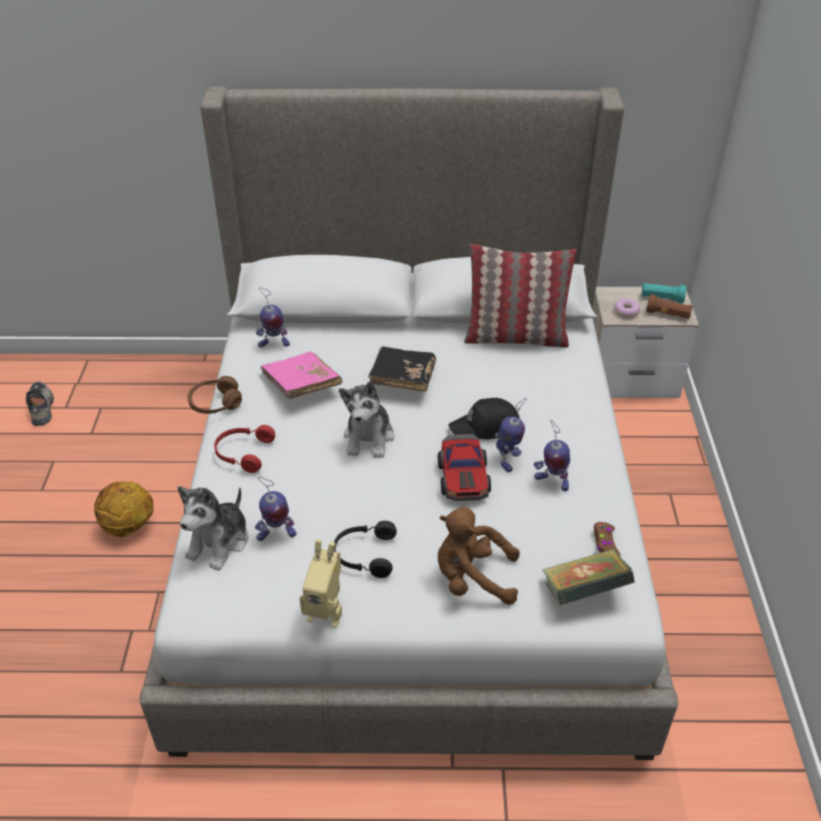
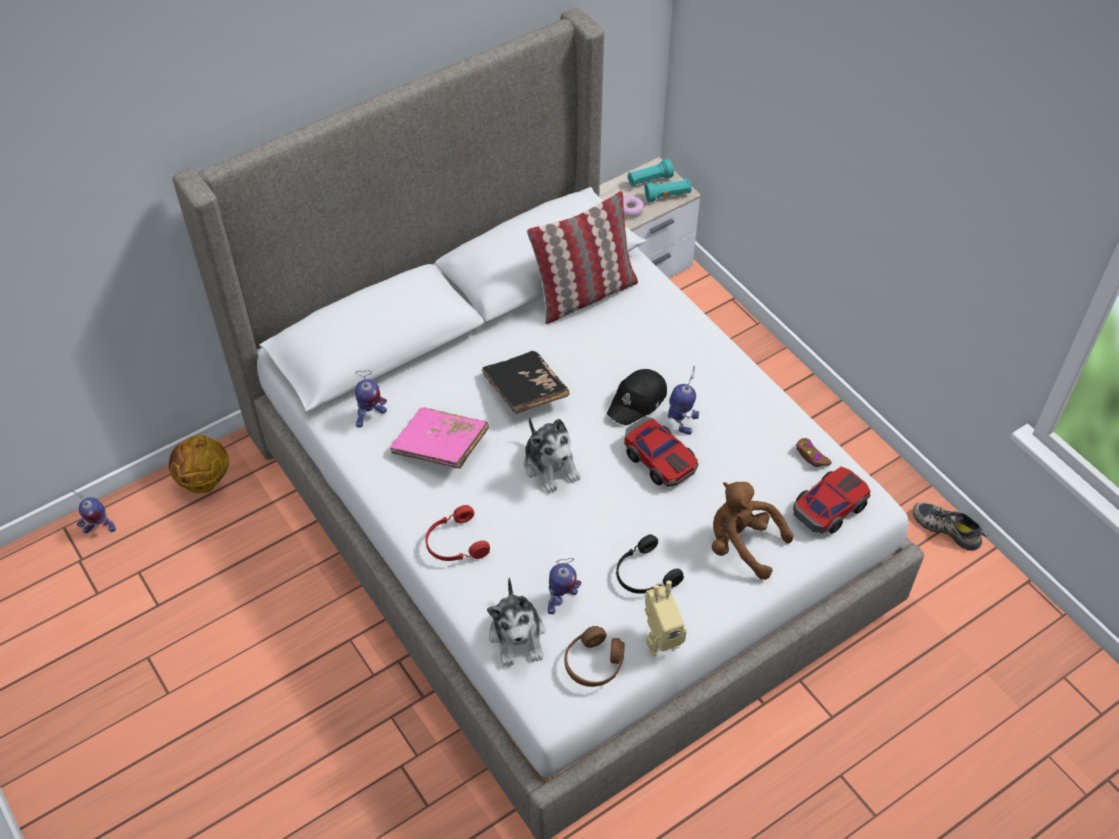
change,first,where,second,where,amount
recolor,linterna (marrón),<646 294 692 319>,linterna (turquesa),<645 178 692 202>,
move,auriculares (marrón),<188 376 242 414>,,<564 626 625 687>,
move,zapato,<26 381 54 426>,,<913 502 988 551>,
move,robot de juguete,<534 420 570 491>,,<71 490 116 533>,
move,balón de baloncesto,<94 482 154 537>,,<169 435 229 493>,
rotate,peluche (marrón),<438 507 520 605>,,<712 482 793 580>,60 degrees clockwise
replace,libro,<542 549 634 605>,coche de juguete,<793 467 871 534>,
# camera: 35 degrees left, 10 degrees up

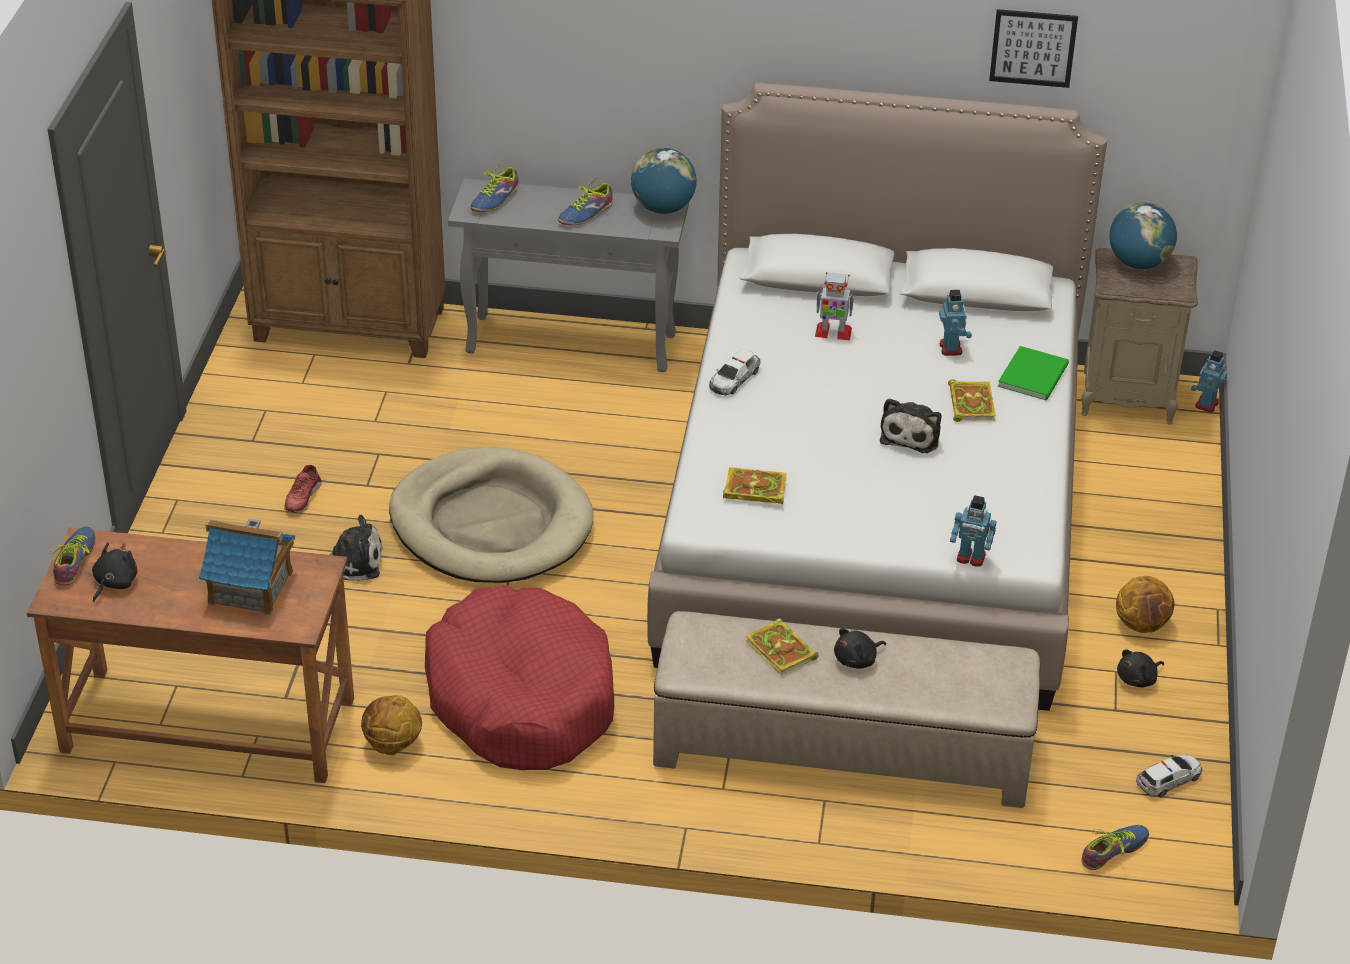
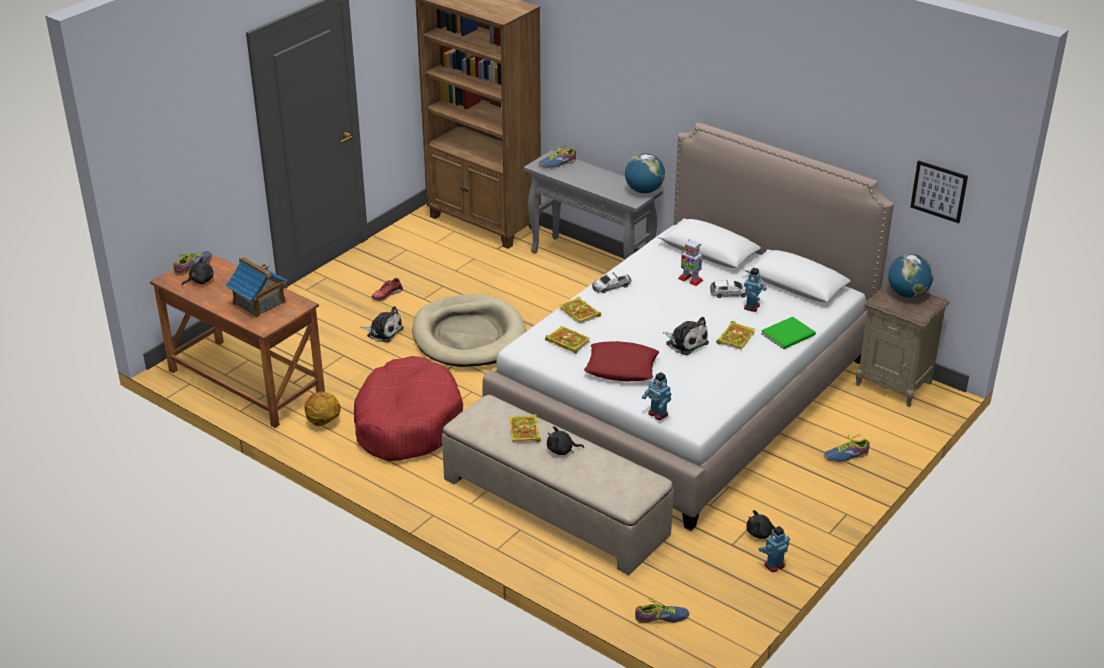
change,first,where,second,where,amount
move,cuadro,<989 9 1078 88>,,<910 160 968 223>,
move,zapato,<558 177 613 226>,,<824 434 870 462>,
move,robot de juguete,<1191 350 1227 413>,,<759 526 790 572>,
rotate,peluche,<880 398 941 453>,,<663 317 709 355>,90 degrees counterclockwise
delete,balón de baloncesto,<1116 576 1175 633>,,,
move,coche de juguete,<1136 754 1202 797>,,<710 280 747 298>,
insert,,,libro,<559 297 601 324>,
insert,,,cojín (rojo),<584 341 659 382>,
# camera: 30 degrees right, 5 degrees down

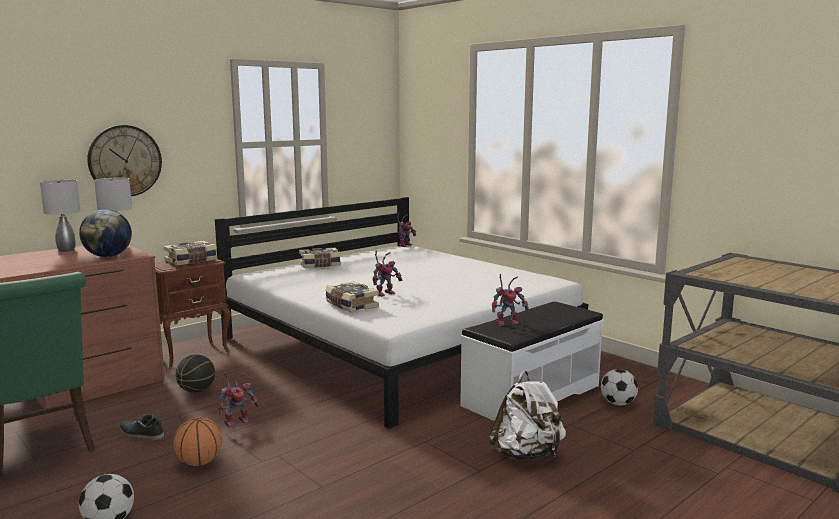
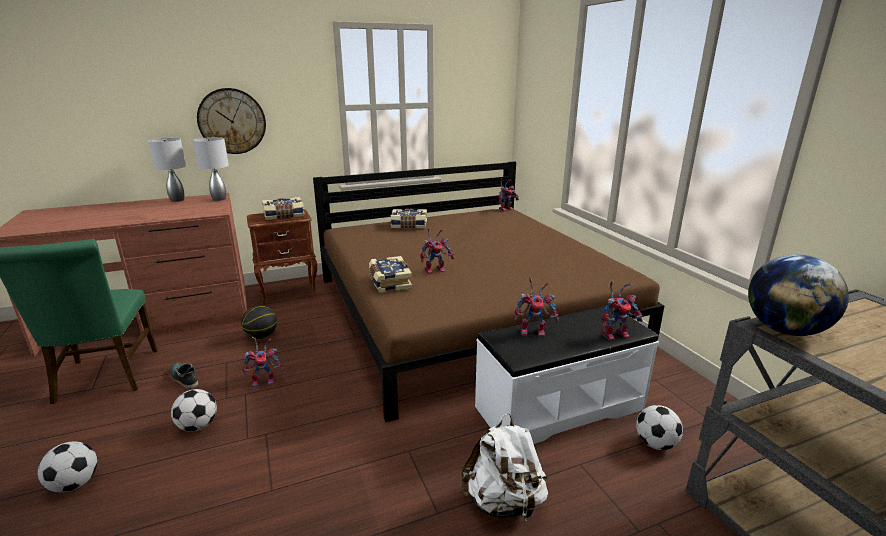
change,first,where,second,where,amount
recolor,cama (blanco),<215 197 588 429>,cama (marrón),<313 161 665 423>,
move,globo terráqueo,<79 210 132 257>,,<748 254 849 336>,
replace,balón de baloncesto,<173 417 222 466>,balón de fútbol,<171 389 217 431>,
insert,,,robot de juguete,<601 281 643 341>,
# camera: 20 degrees right, 10 degrees up

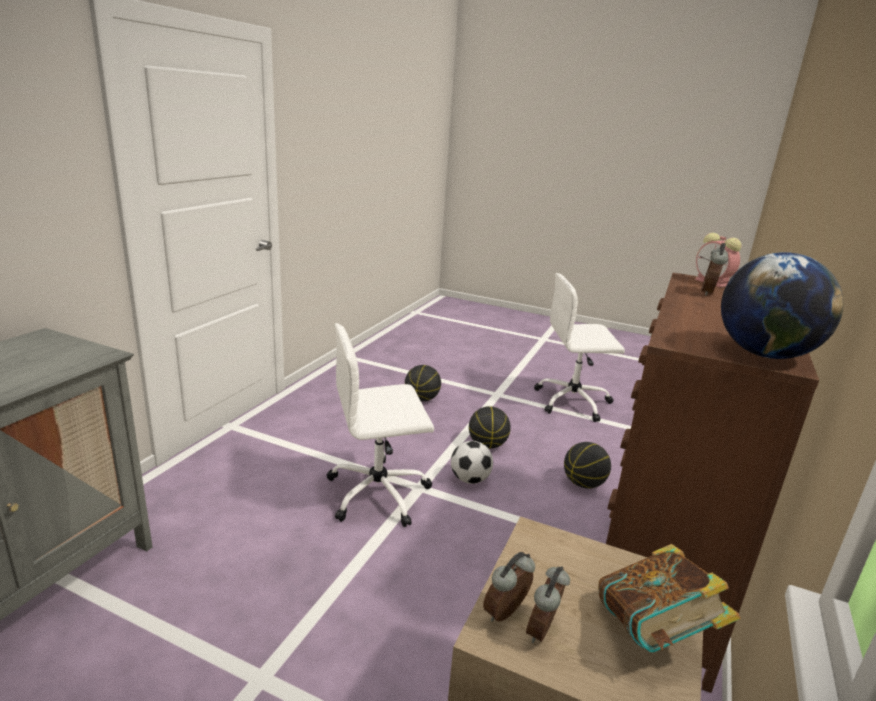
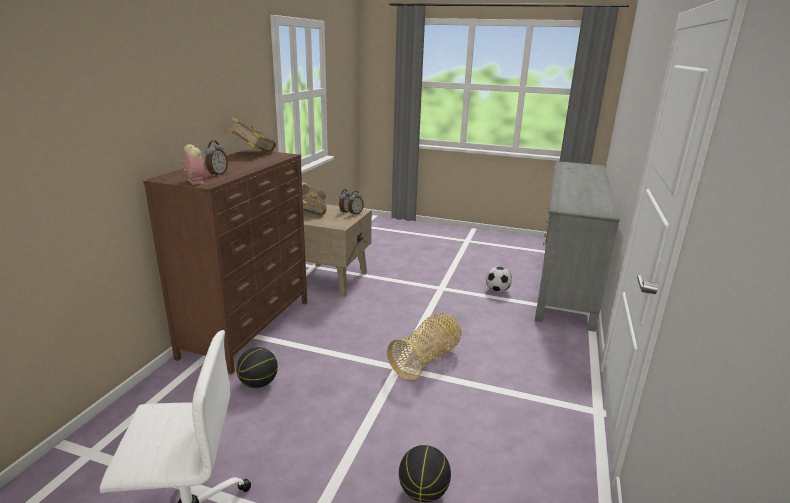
change,first,where,second,where,amount
replace,globo terráqueo,<721 252 843 359>,libro,<226 117 276 153>,
replace,silla de oficina (blanco),<327 323 434 527>,cesta,<387 313 461 380>,
delete,balón de baloncesto,<469 406 511 448>,,,
move,balón de fútbol,<451 441 493 484>,,<486 267 512 292>,
# camera: 175 degrees right, 0 degrees up

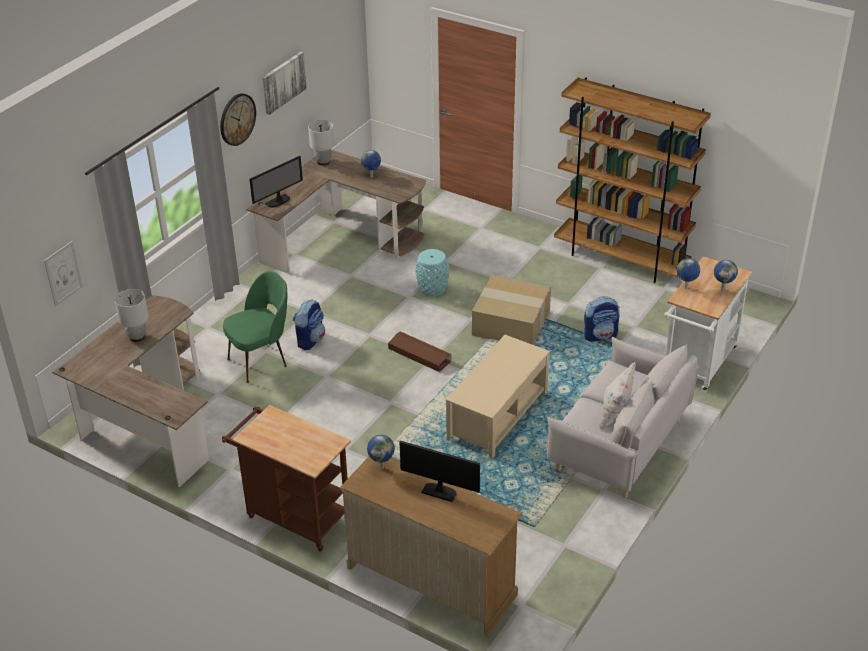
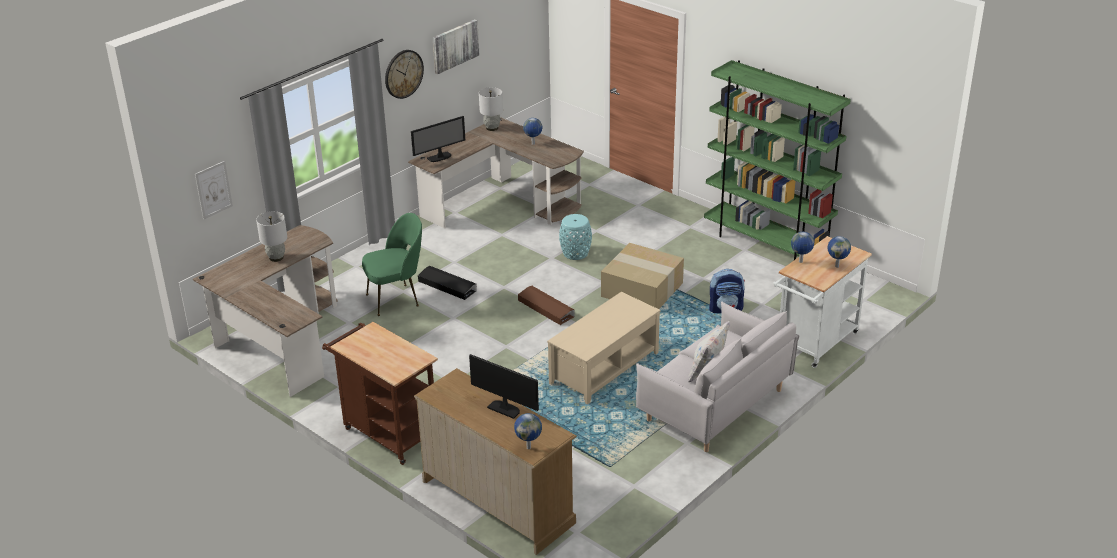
change,first,where,second,where,amount
recolor,estantería (marrón),<554 78 711 283>,estantería (verde),<704 60 851 260>,
replace,mochila,<293 299 325 350>,caja de almacenaje (negro),<418 266 477 300>,
move,globo terráqueo,<367 435 395 469>,,<514 413 542 449>,
# camera: 10 degrees right, 5 degrees down

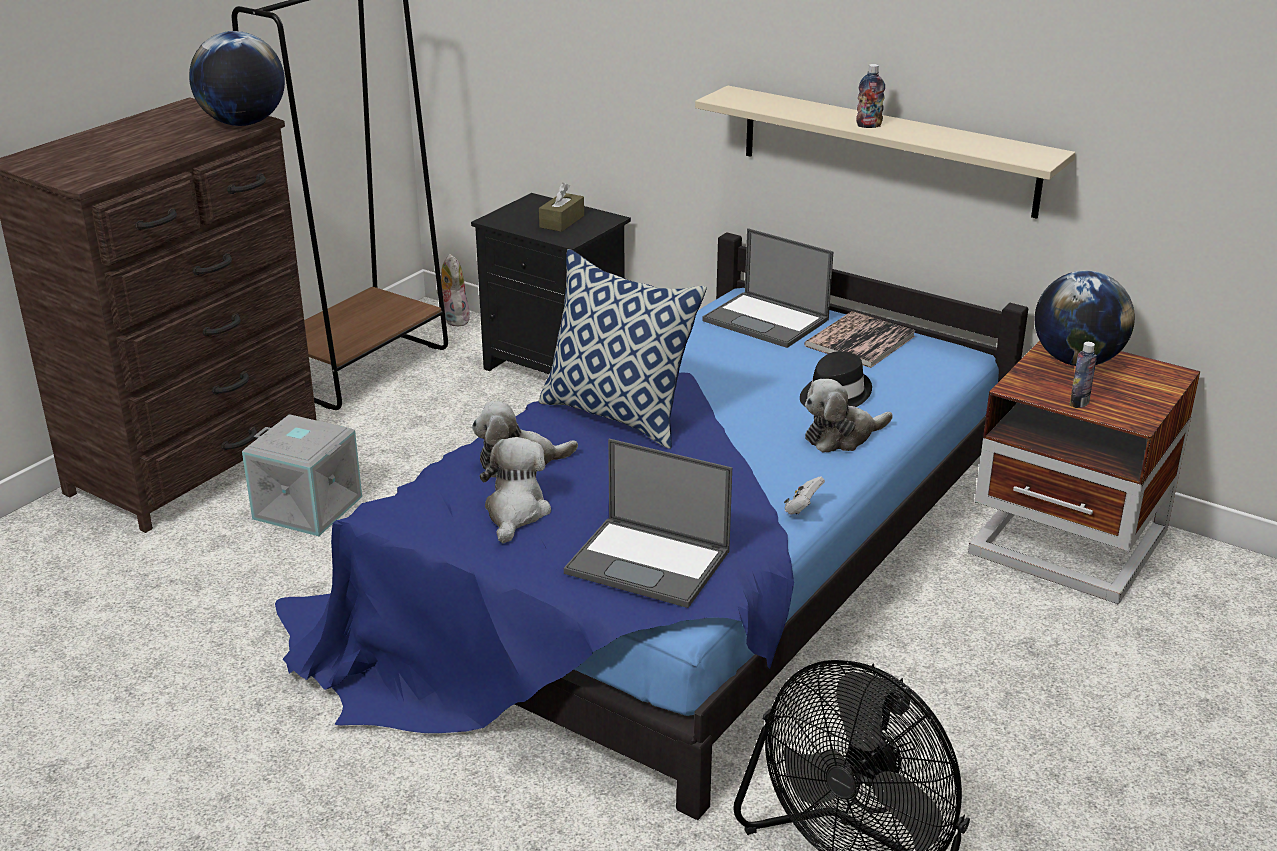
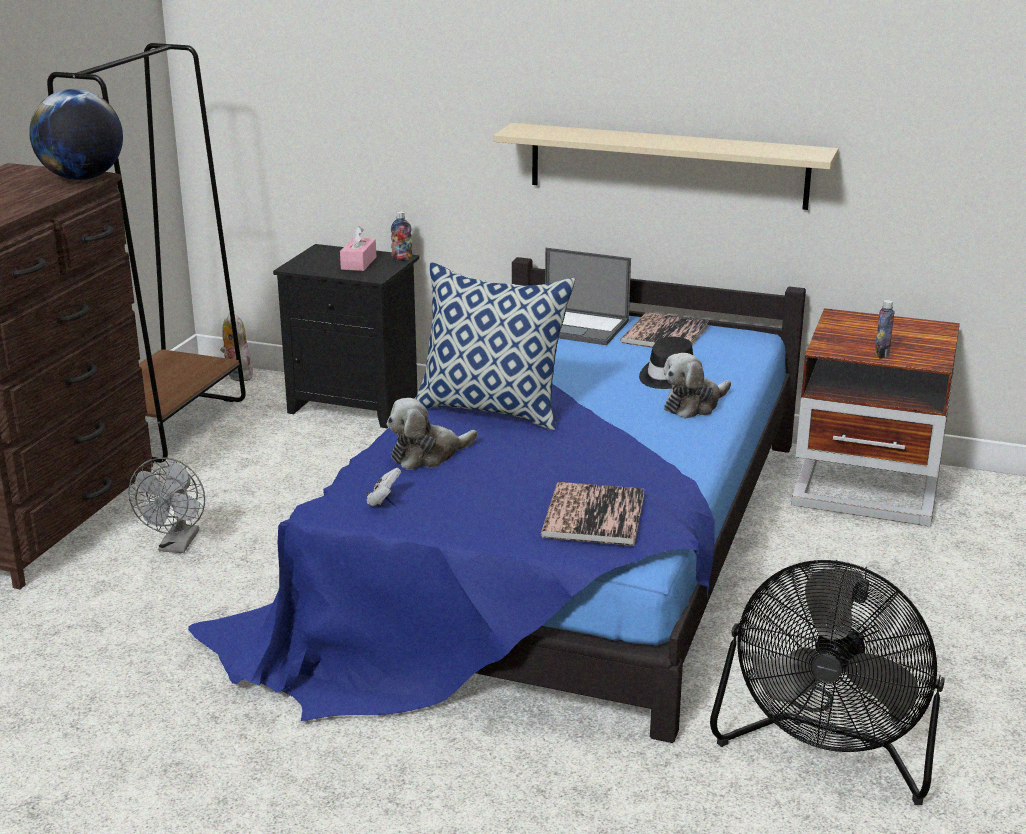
change,first,where,second,where,amount
move,botella,<856 64 885 128>,,<391 211 412 261>,
recolor,caja de pañuelos (marrón),<539 183 584 232>,caja de pañuelos (rosa),<340 226 376 271>,
delete,globo terráqueo,<1035 270 1135 366>,,,
replace,caja de almacenaje (gris),<242 414 362 536>,ventilador (gris),<128 457 205 553>,
delete,peluche,<480 437 551 544>,,,
replace,portátil,<564 439 732 608>,libro,<541 482 644 546>,
move,mando de consola (blanco),<784 476 825 515>,,<366 468 401 506>,
# camera: 15 degrees left, 5 degrees down

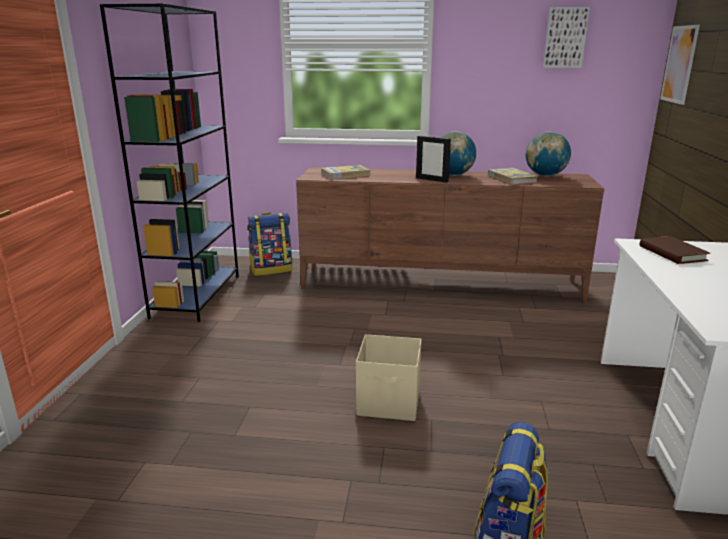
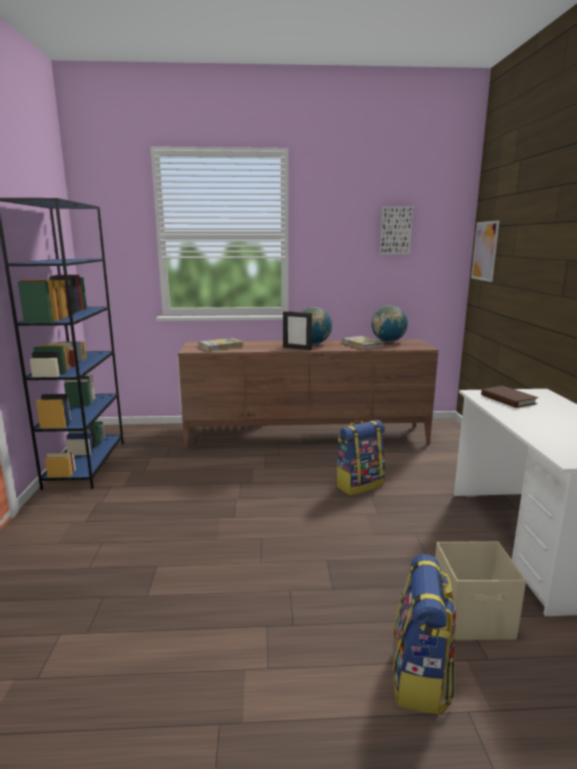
change,first,where,second,where,amount
move,mochila,<247 213 292 276>,,<336 420 385 496>,
move,caja de almacenaje (beis),<356 334 422 421>,,<435 541 526 640>,
# camera: 10 degrees left, 5 degrees down

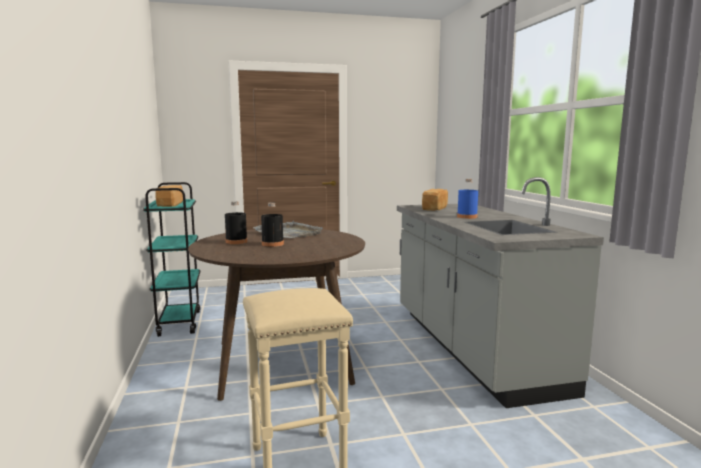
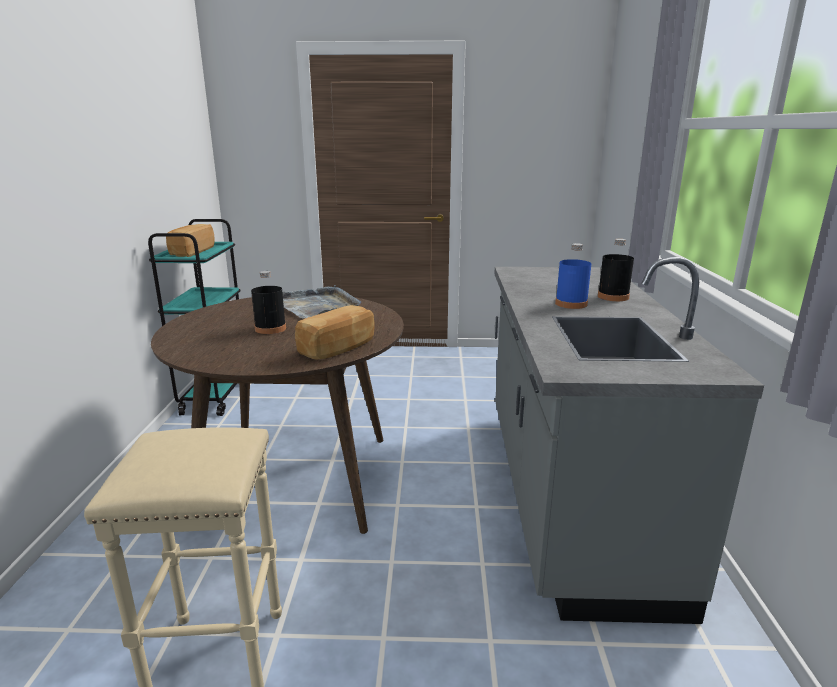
change,first,where,second,where,amount
move,pan,<422 189 448 211>,,<295 305 375 359>,
move,botella (negro),<225 201 247 244>,,<598 239 634 301>,
# camera: 15 degrees right, 10 degrees up

